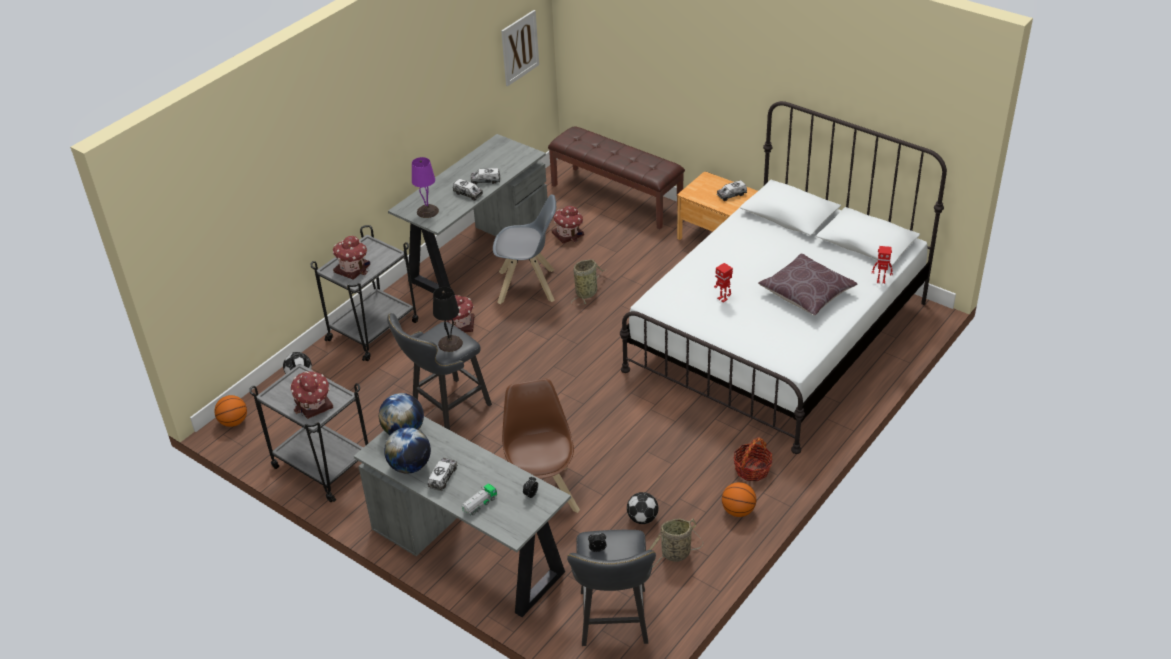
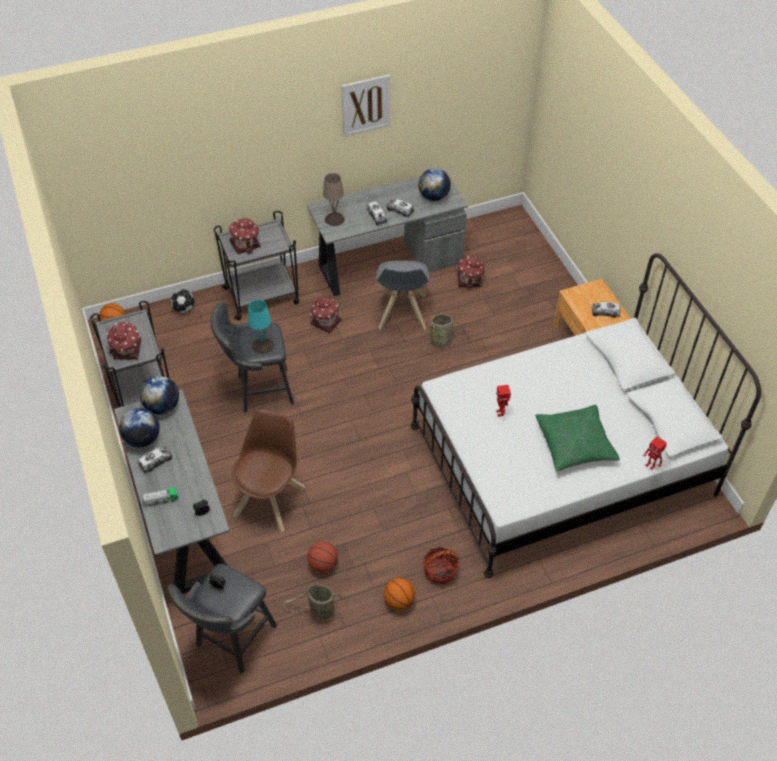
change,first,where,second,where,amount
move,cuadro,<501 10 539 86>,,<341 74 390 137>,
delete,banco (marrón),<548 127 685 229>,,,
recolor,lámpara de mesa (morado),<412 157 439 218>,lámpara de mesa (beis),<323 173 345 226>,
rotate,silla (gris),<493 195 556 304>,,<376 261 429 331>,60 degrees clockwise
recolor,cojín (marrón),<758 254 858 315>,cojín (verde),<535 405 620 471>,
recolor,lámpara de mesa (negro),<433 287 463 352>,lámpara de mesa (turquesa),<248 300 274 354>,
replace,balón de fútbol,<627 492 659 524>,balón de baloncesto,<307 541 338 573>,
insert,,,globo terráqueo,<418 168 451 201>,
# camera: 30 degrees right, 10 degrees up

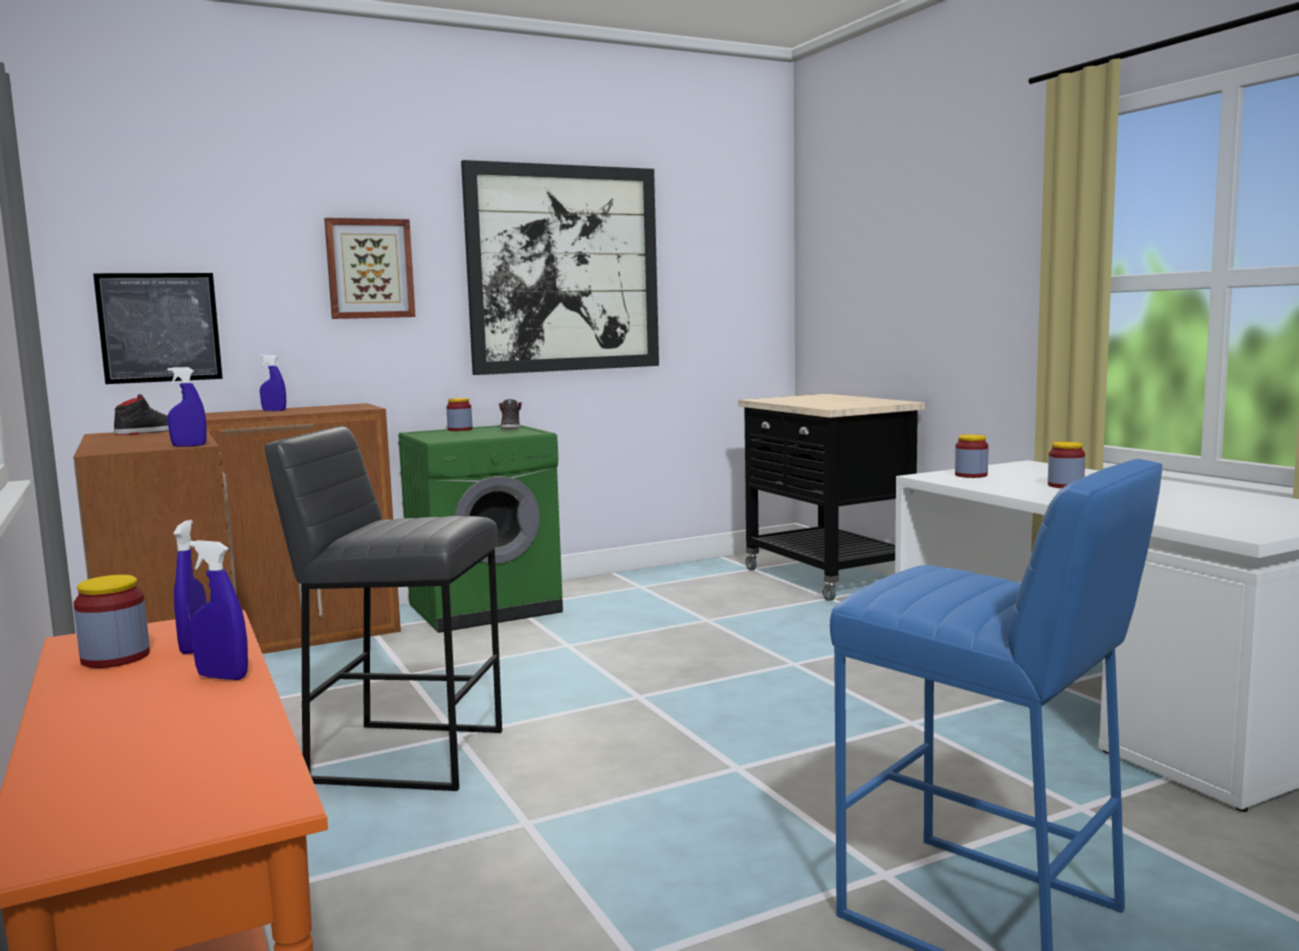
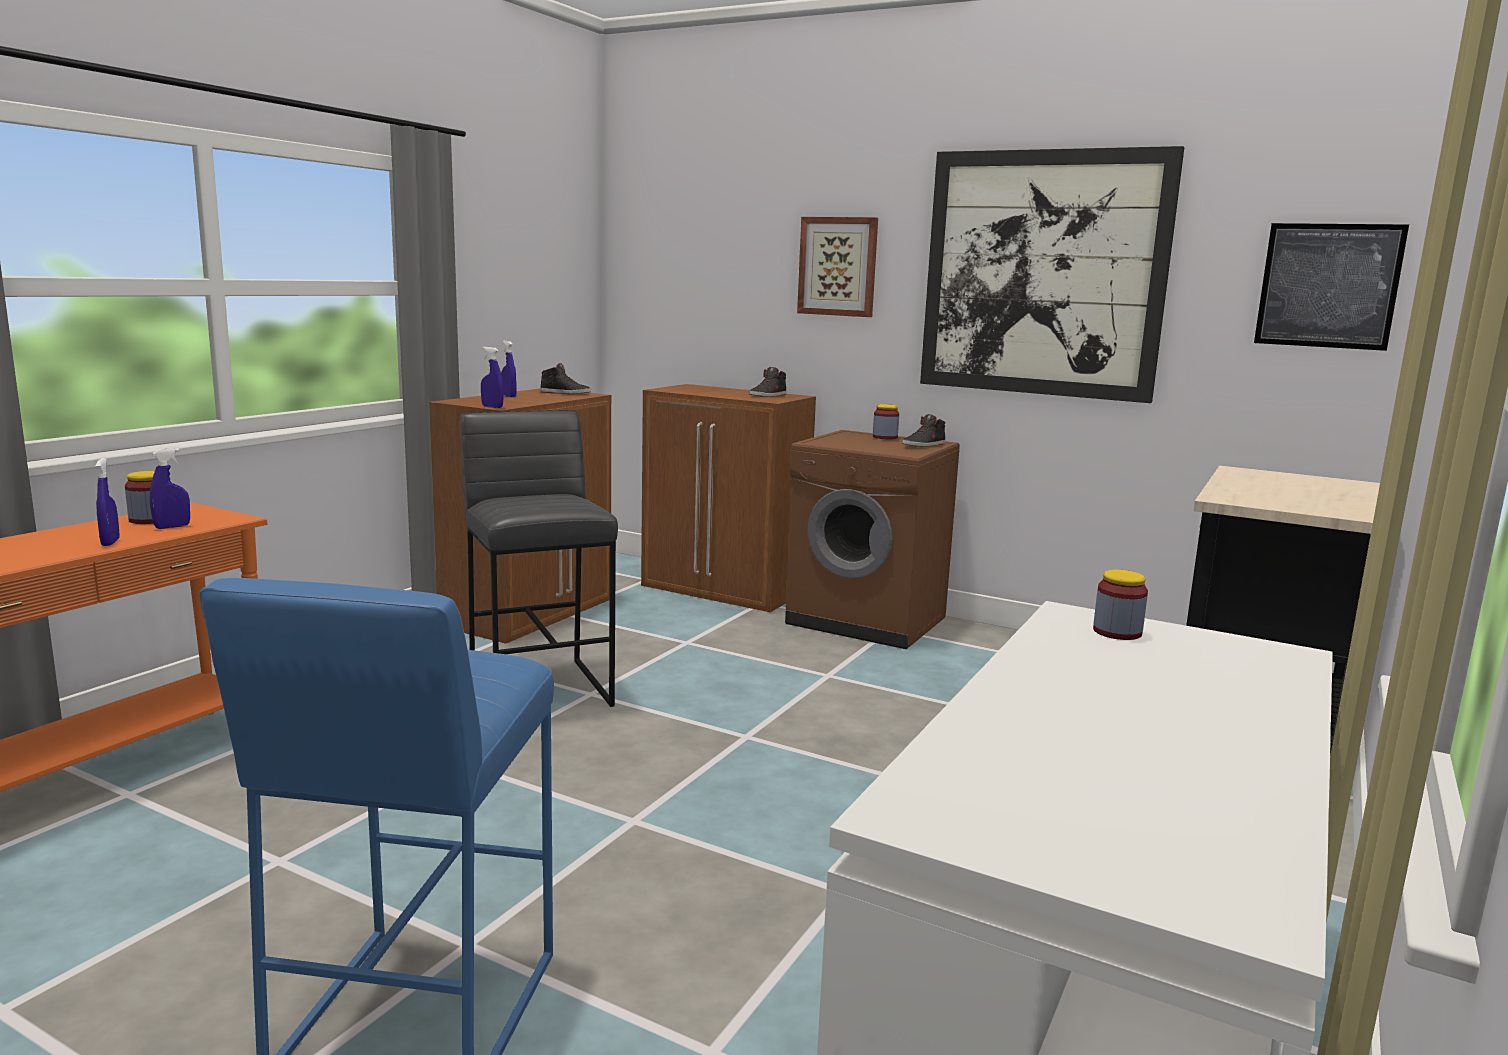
change,first,where,second,where,amount
move,cuadro,<93 273 223 384>,,<1254 223 1409 351>,
move,pulverizador (azul),<260 354 286 411>,,<501 340 517 397>,
recolor,lavadora (verde),<398 425 563 633>,lavadora (marrón),<785 430 960 649>,
delete,tarro,<1048 442 1085 488>,,,
insert,,,zapato (negro),<749 367 787 397>,
# camera: 55 degrees right, 5 degrees up

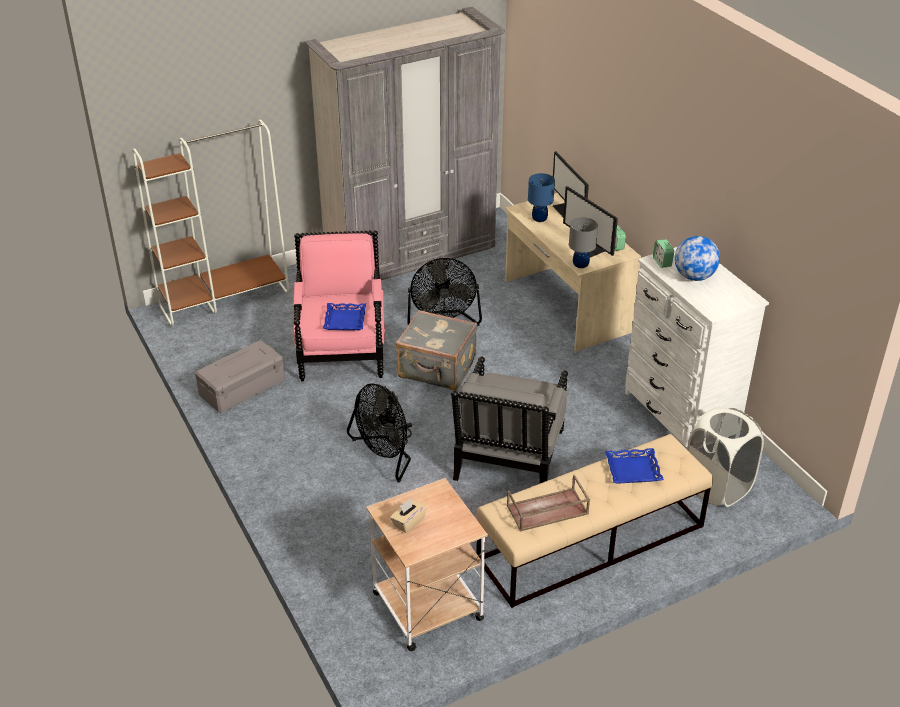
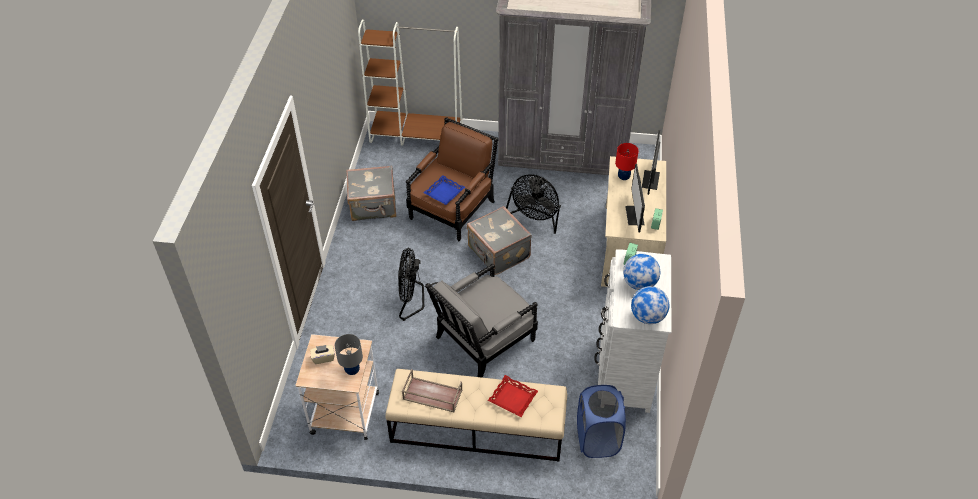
change,first,where,second,where,amount
recolor,lámpara de mesa (azul),<528 173 555 222>,lámpara de mesa (rojo),<615 143 639 180>,
move,lámpara de mesa (gris),<569 217 598 268>,,<335 334 363 375>,
recolor,sillón (rosa),<293 230 385 381>,sillón (marrón),<406 118 498 242>,
replace,caja de almacenaje (gris),<195 340 285 413>,maleta (gris),<346 165 396 221>,
recolor,cesto de la ropa (blanco),<687 406 764 507>,cesto de la ropa (azul),<577 385 626 458>,
recolor,bandeja (azul),<605 448 664 484>,bandeja (rojo),<488 375 538 417>,
insert,,,globo terráqueo,<631 286 669 324>,
# camera: 35 degrees right, 10 degrees up

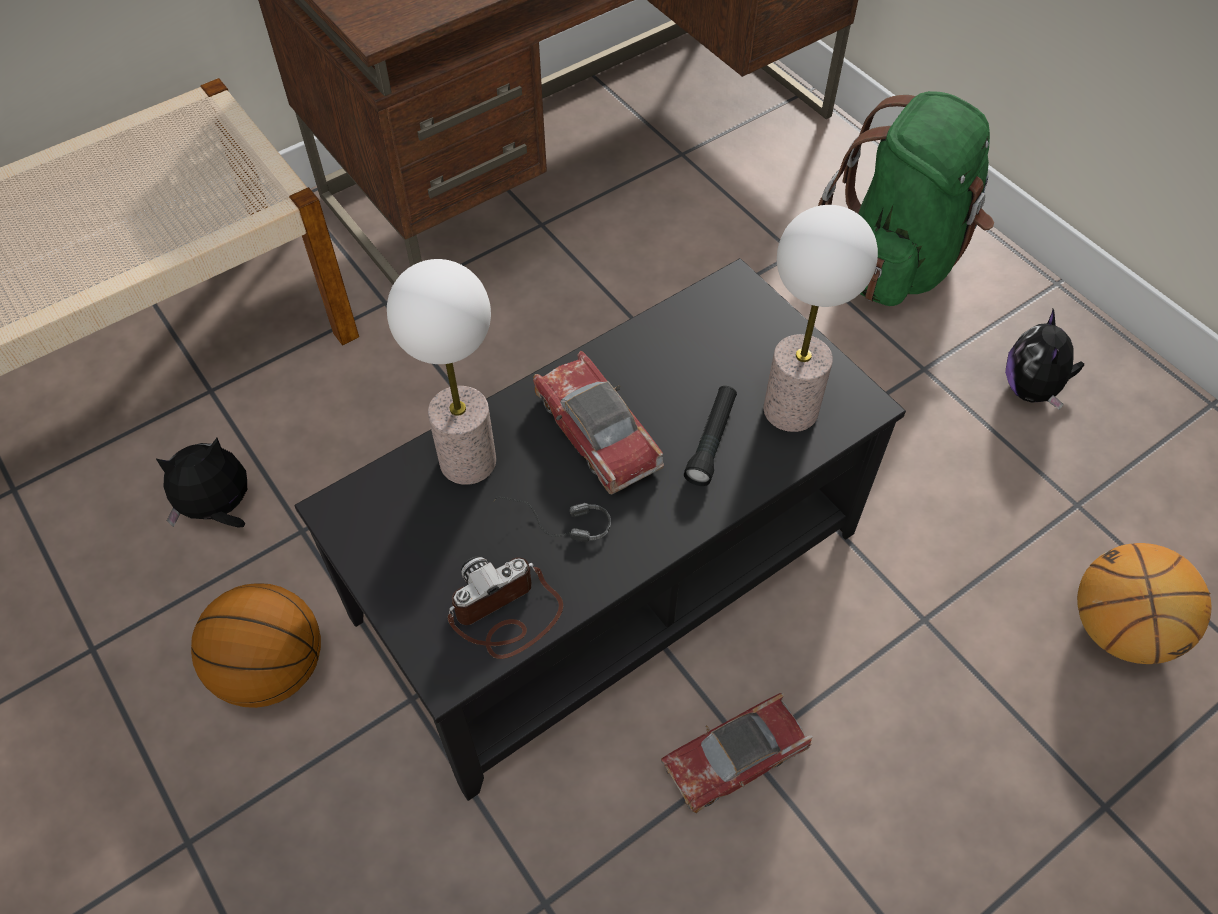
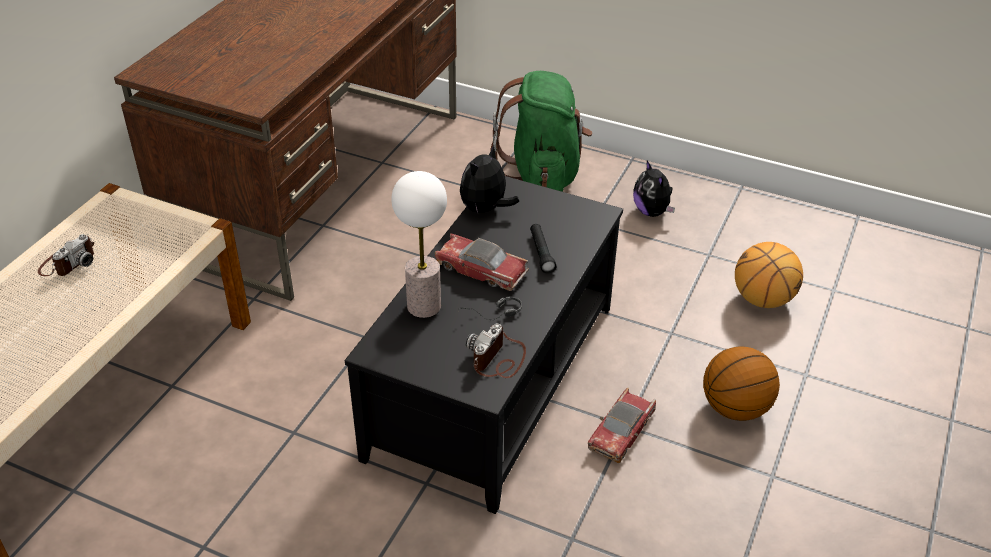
change,first,where,second,where,amount
delete,lámpara de mesa,<764 205 878 432>,,,
move,peluche,<156 438 247 528>,,<460 145 519 213>,
move,balón de baloncesto,<191 583 321 708>,,<703 347 780 421>,
insert,,,cámara,<38 234 94 276>,
# camera: 30 degrees left, 15 degrees down

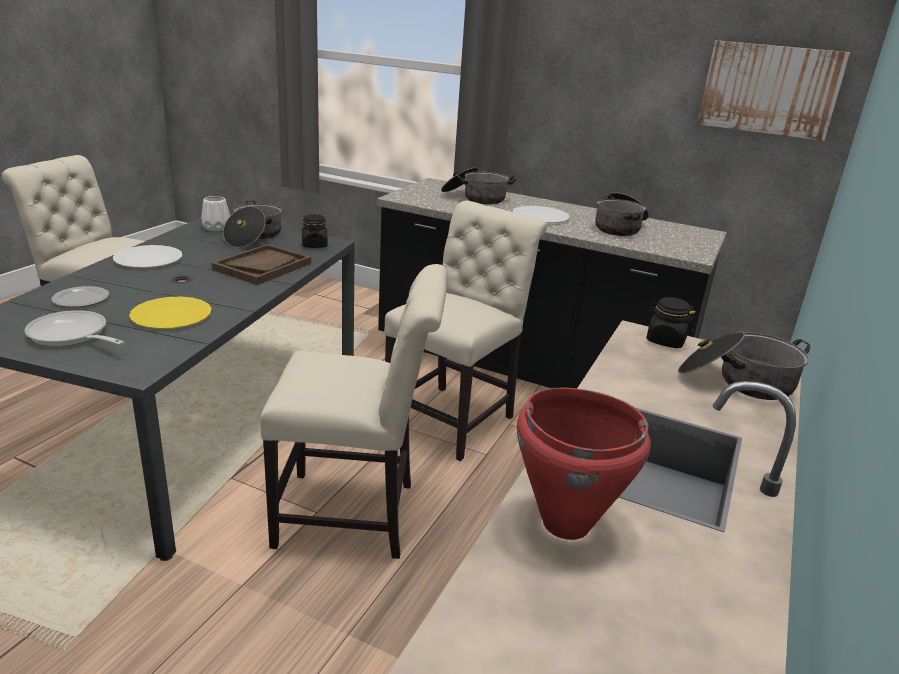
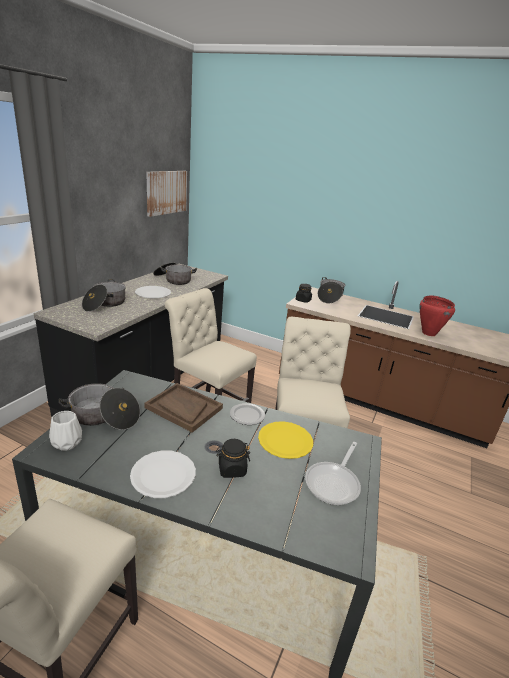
change,first,where,second,where,amount
move,tarro (negro),<302 214 328 248>,,<216 439 250 478>,
move,plato,<52 286 109 307>,,<230 403 265 425>,
# camera: 90 degrees left, 0 degrees up

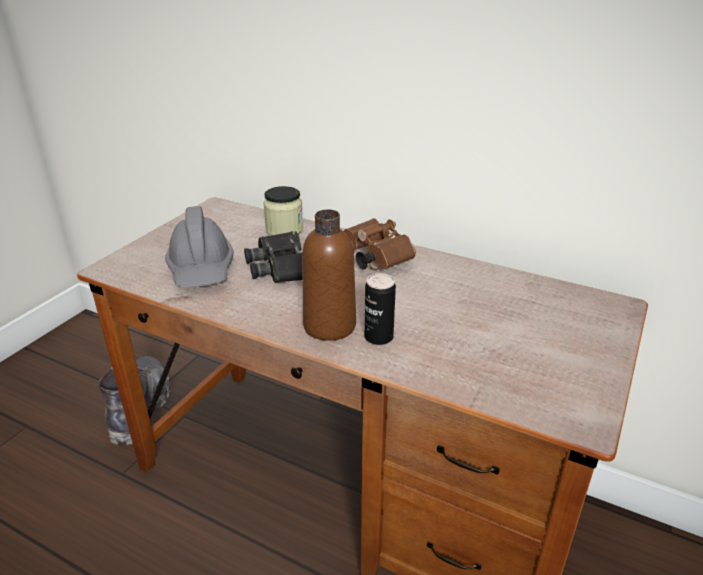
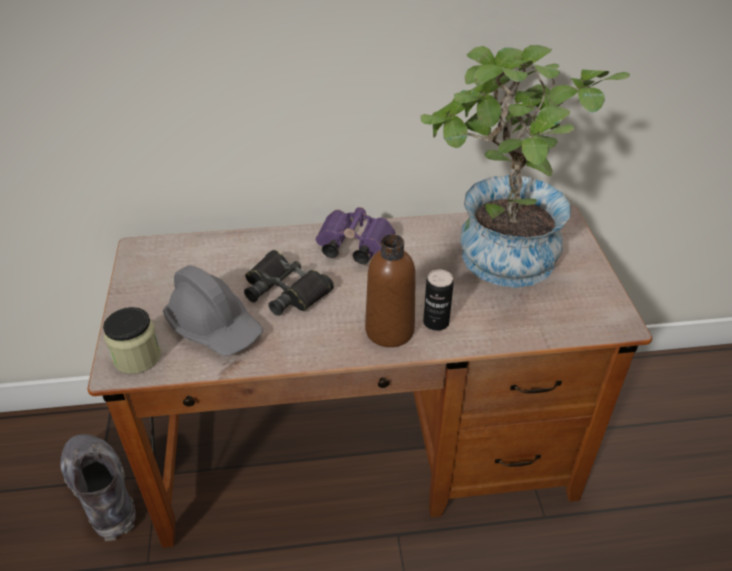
change,first,where,second,where,amount
move,tarro,<263 186 303 235>,,<103 307 161 374>,
recolor,prismáticos (marrón),<344 218 416 271>,prismáticos (morado),<316 207 396 264>,
insert,,,planta en maceta,<420 45 630 288>,
# camera: 35 degrees left, 10 degrees up

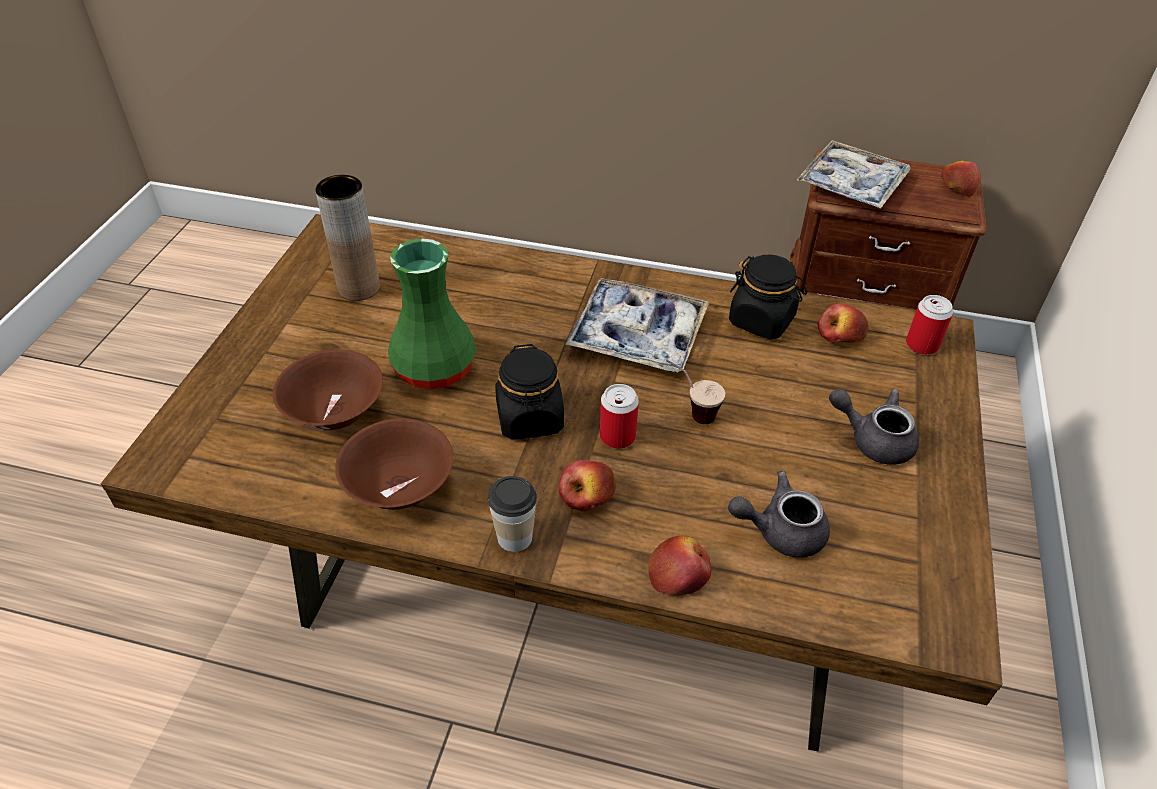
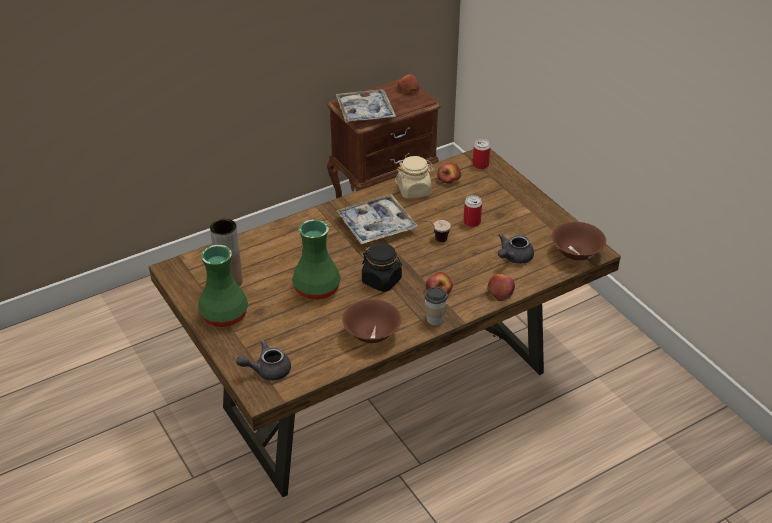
change,first,where,second,where,amount
recolor,tarro (negro),<729 255 807 339>,tarro (beis),<395 156 435 199>,
move,cuenco (marrón),<273 349 383 430>,,<552 222 606 260>,
move,lata,<600 384 639 449>,,<463 195 482 227>,
move,tetera (gris),<829 388 919 465>,,<236 340 291 381>,
insert,,,florero (verde),<198 245 248 327>,
# camera: 45 degrees left, 5 degrees down

